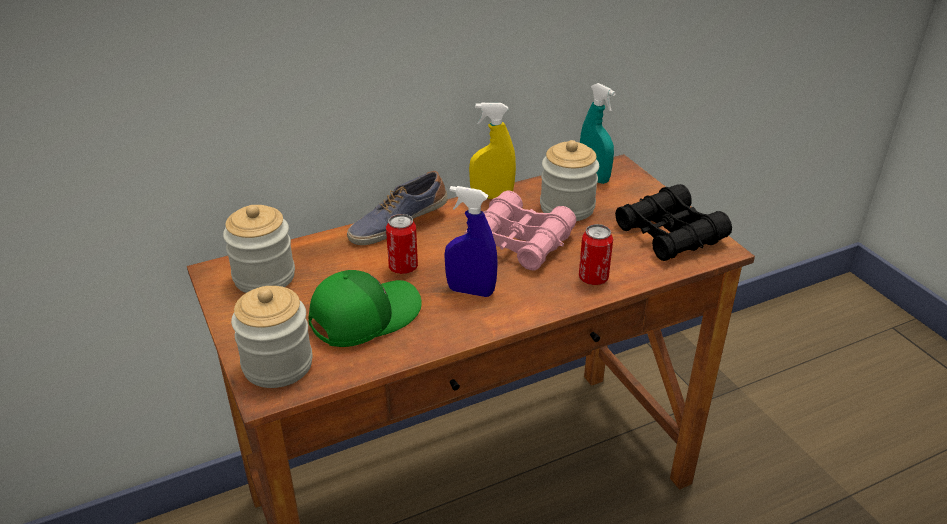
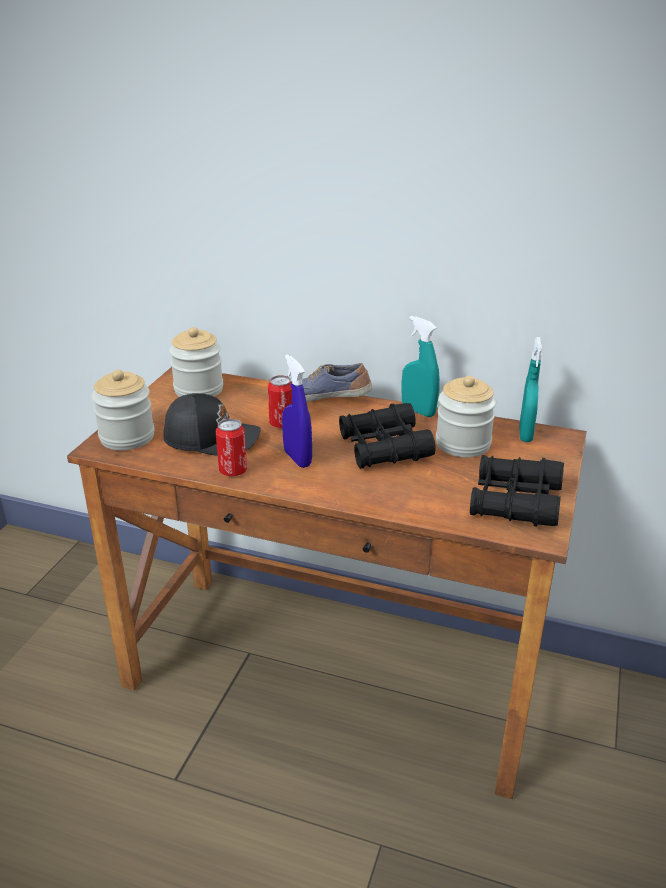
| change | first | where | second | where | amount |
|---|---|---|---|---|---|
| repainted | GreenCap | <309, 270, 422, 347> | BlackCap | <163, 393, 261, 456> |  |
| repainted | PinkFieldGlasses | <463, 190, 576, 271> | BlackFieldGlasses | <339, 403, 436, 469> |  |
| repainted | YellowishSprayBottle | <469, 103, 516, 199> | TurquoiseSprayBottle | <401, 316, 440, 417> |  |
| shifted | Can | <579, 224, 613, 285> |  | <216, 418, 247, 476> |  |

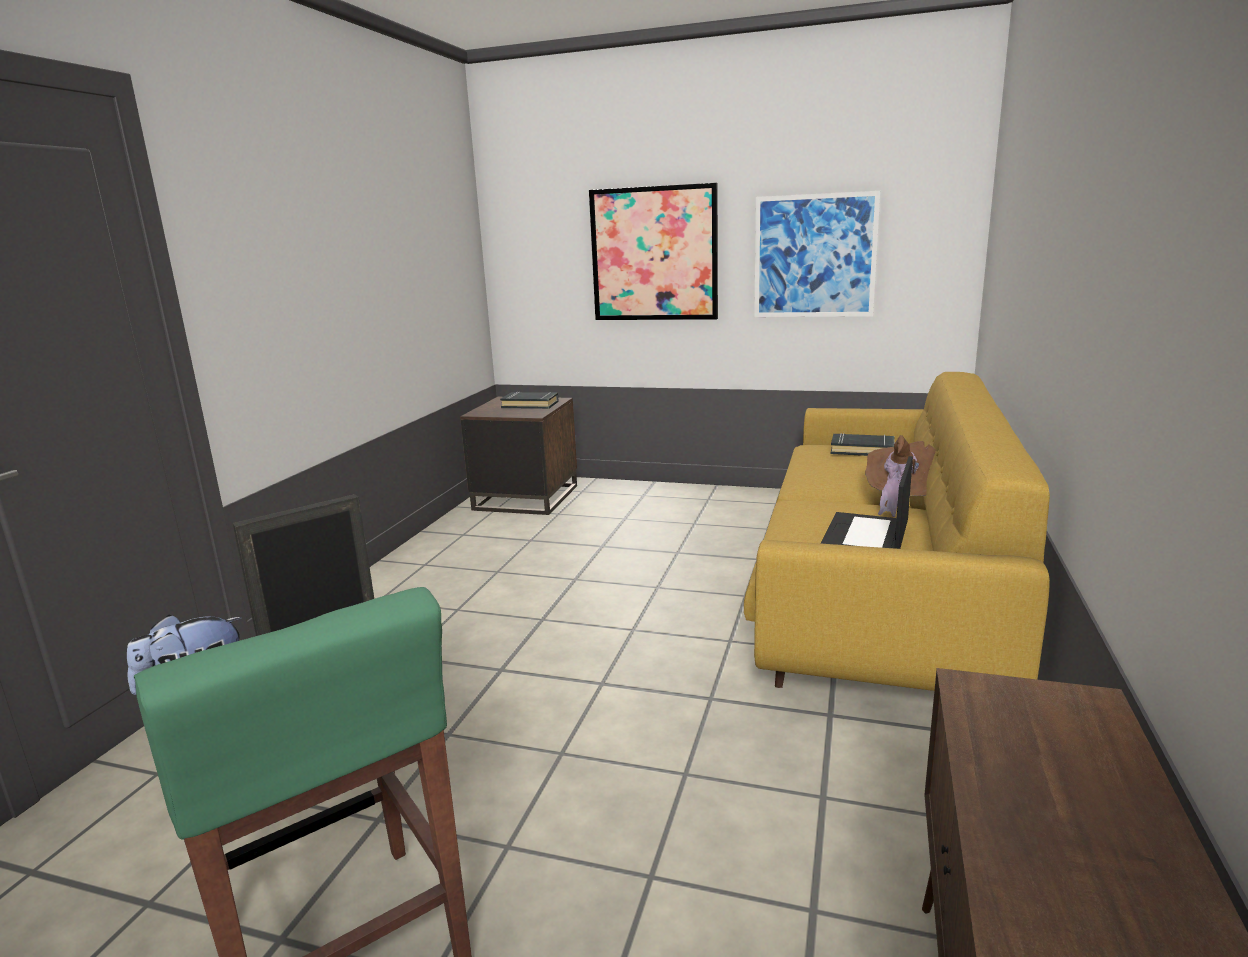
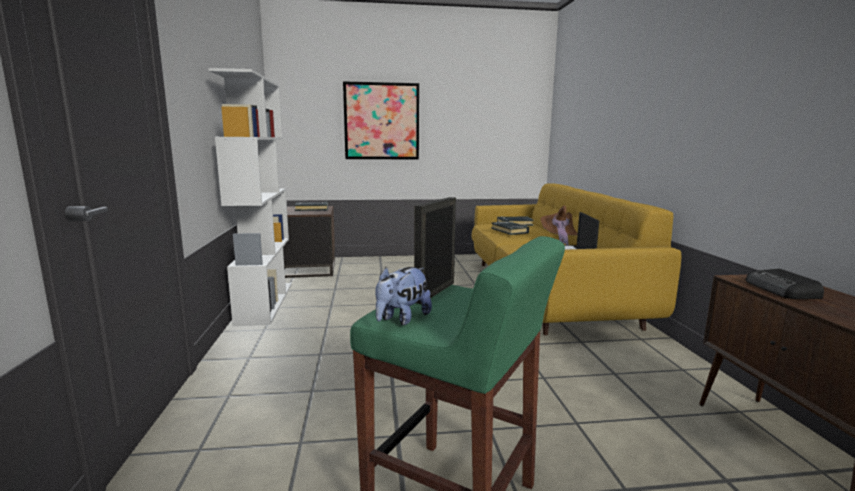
| change | first | where | second | where | amount |
|---|---|---|---|---|---|
| gone | Picture | <754, 191, 880, 317> |  |  |  |
| new |  |  | WhiteColouredBookshelf | <208, 68, 292, 326> |  |
| new |  |  | BlackBook | <491, 221, 529, 235> |  |
| new |  |  | Radio | <746, 269, 824, 299> |  |

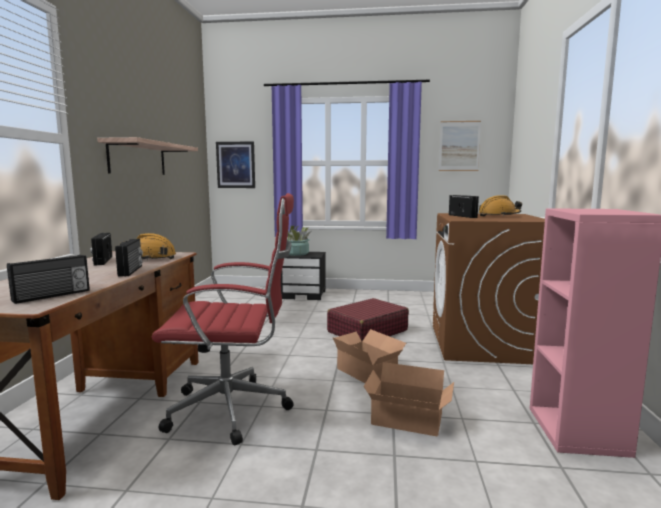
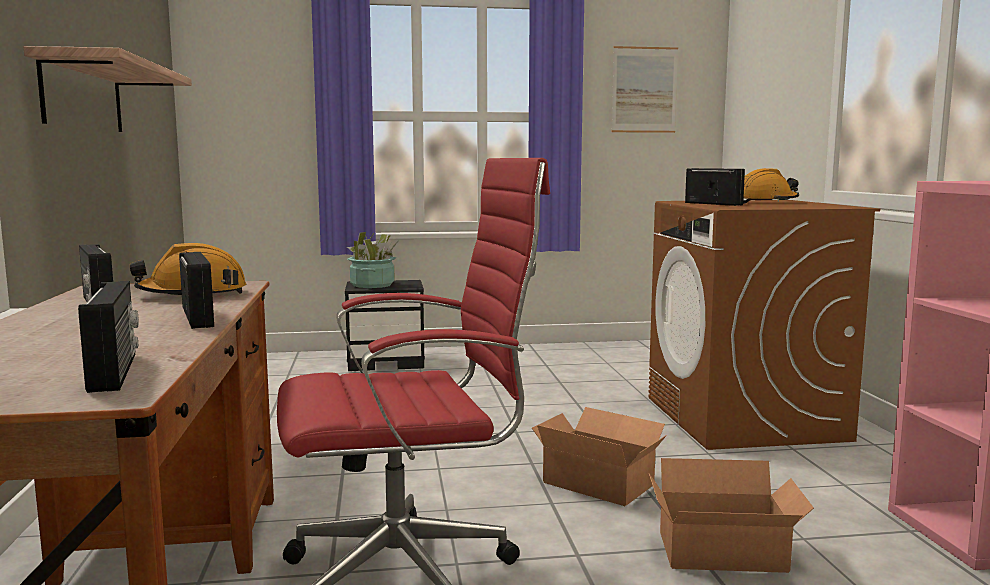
| change | first | where | second | where | amount |
|---|---|---|---|---|---|
| rotated | Radio | <7, 255, 90, 304> |  | <78, 281, 139, 393> | 45 degrees counterclockwise |
| gone | Picture | <216, 141, 255, 188> |  |  |  |
| gone | RedPieceOfLuggage | <327, 298, 409, 341> |  |  |  |

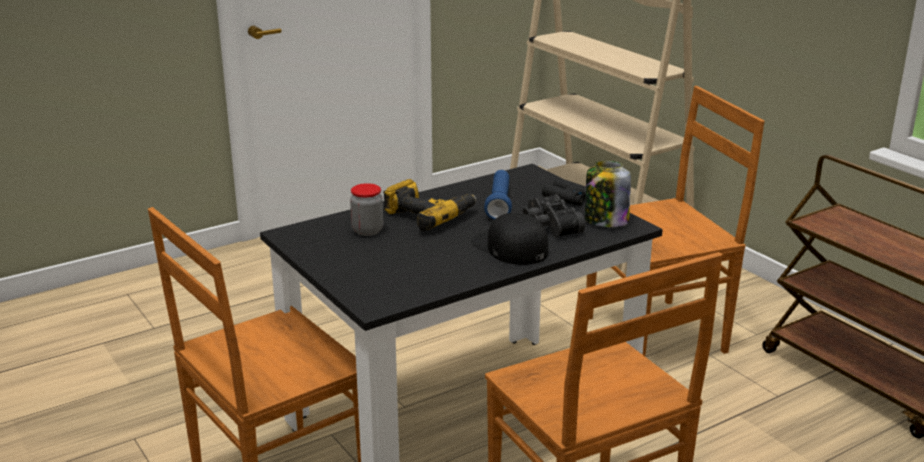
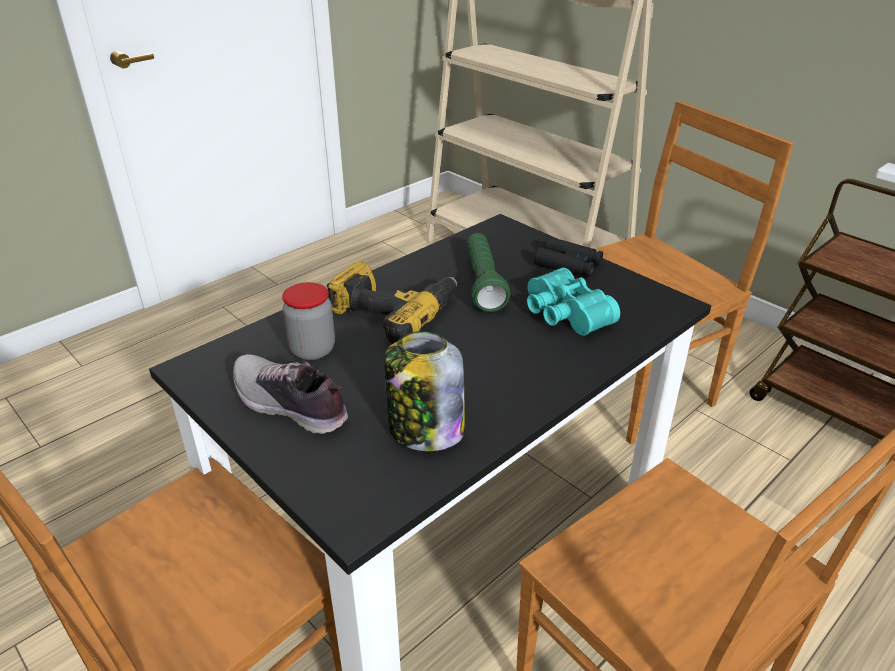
| change | first | where | second | where | amount |
|---|---|---|---|---|---|
| gone | BlackCap | <471, 213, 548, 265> |  |  |  |
| repainted | BlueColouredFlashlight | <484, 170, 512, 220> | GreenFlashlight | <467, 233, 510, 312> |  |
| repainted | BlackFieldGlasses | <522, 194, 585, 237> | TurquoiseFieldGlasses | <527, 268, 620, 336> |  |
| shifted | Jar | <585, 161, 631, 227> |  | <384, 332, 465, 451> |  |
| new |  |  | Shoe | <233, 354, 348, 434> |  |

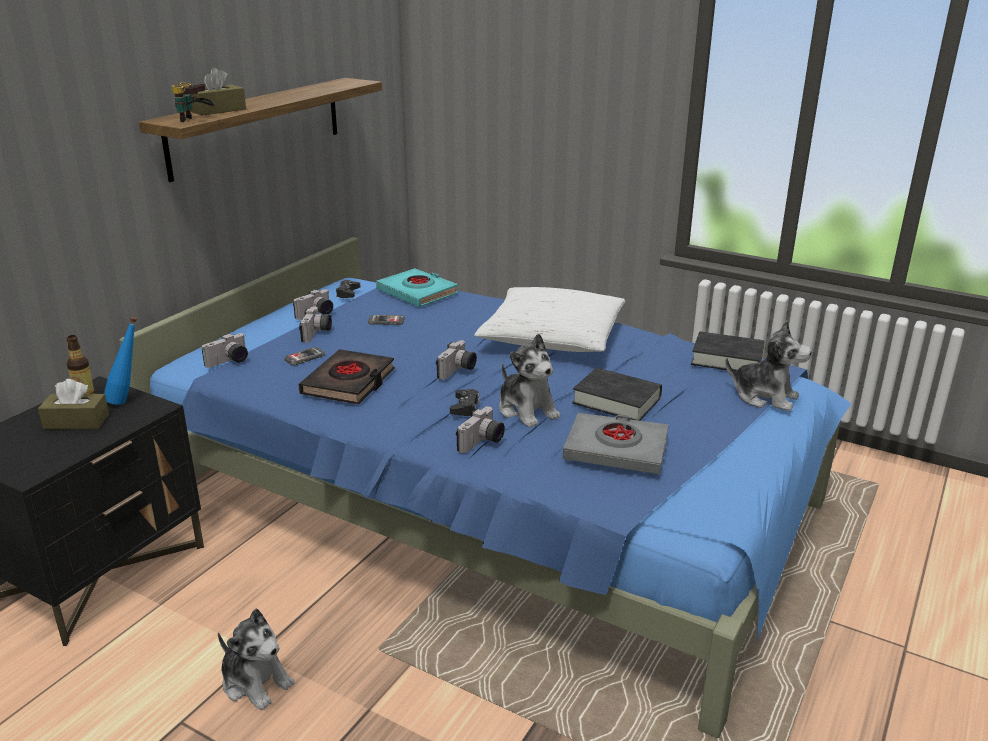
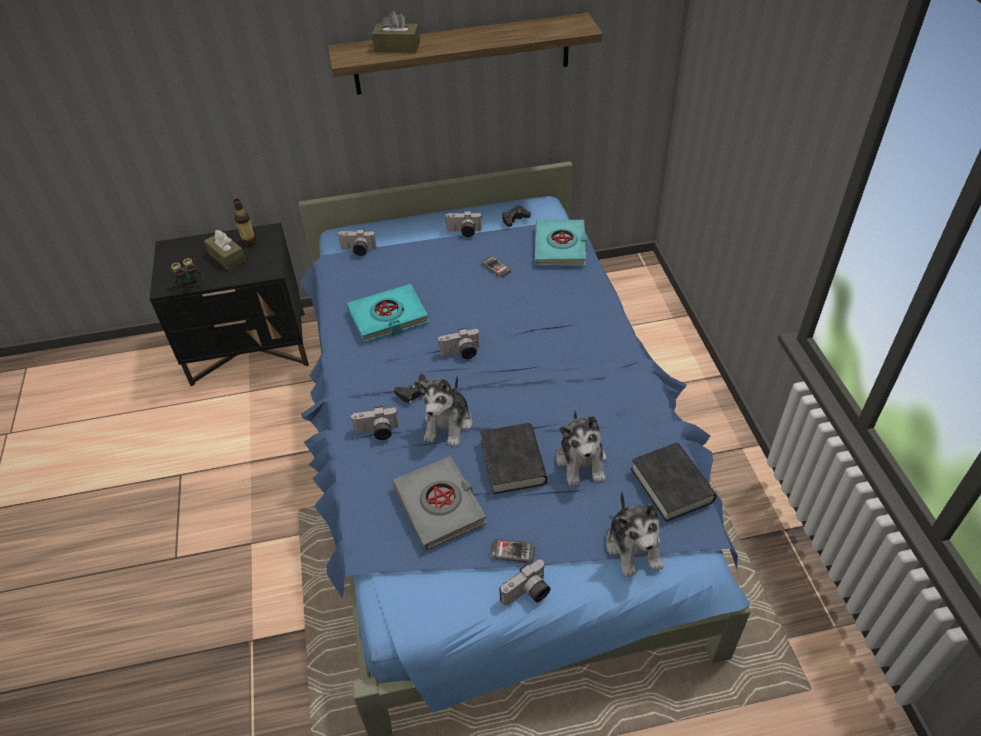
| change | first | where | second | where | amount |
|---|---|---|---|---|---|
| gone | BlueColouredBottle | <104, 317, 137, 405> |  |  |  |
| shifted | FieldGlasses | <172, 82, 215, 122> |  | <171, 258, 204, 288> |  |
| shifted | CuddlyToy | <218, 608, 295, 710> |  | <556, 410, 607, 486> |  |
| shifted | Phone | <284, 347, 325, 365> |  | <490, 539, 535, 563> |  |
| repainted | BlackBook | <298, 349, 395, 404> | TurquoiseBook | <347, 284, 429, 343> |  |
| shifted | StillCamera | <299, 306, 332, 343> |  | <499, 560, 551, 606> |  |
| gone | WhiteColouredThrowPillow | <474, 287, 625, 352> |  |  |  |

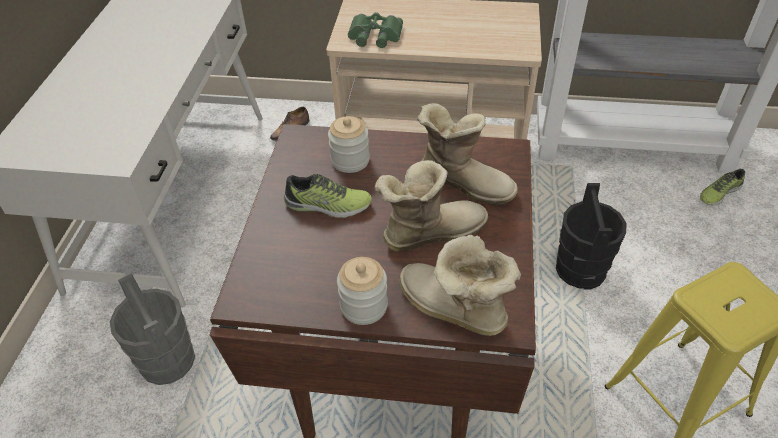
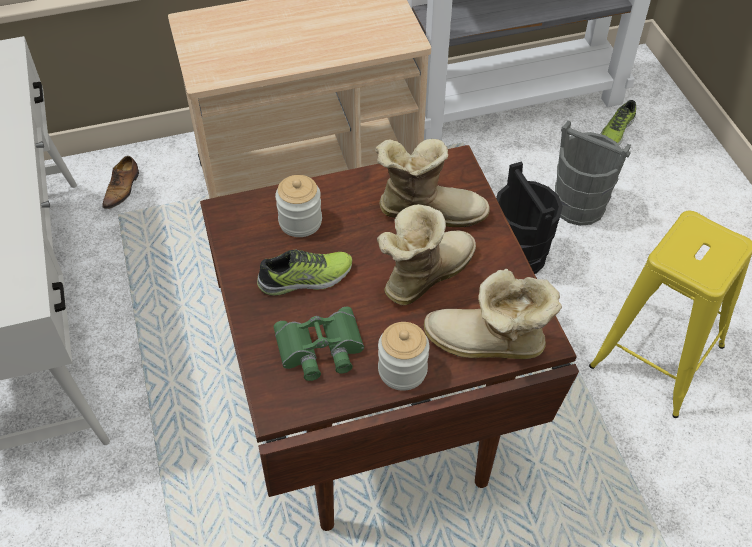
| change | first | where | second | where | amount |
|---|---|---|---|---|---|
| shifted | GreyishWaterBucket | <110, 273, 195, 385> |  | <555, 120, 631, 226> |  |
| shifted | GreenFieldGlasses | <348, 12, 403, 48> |  | <274, 307, 364, 381> |  |

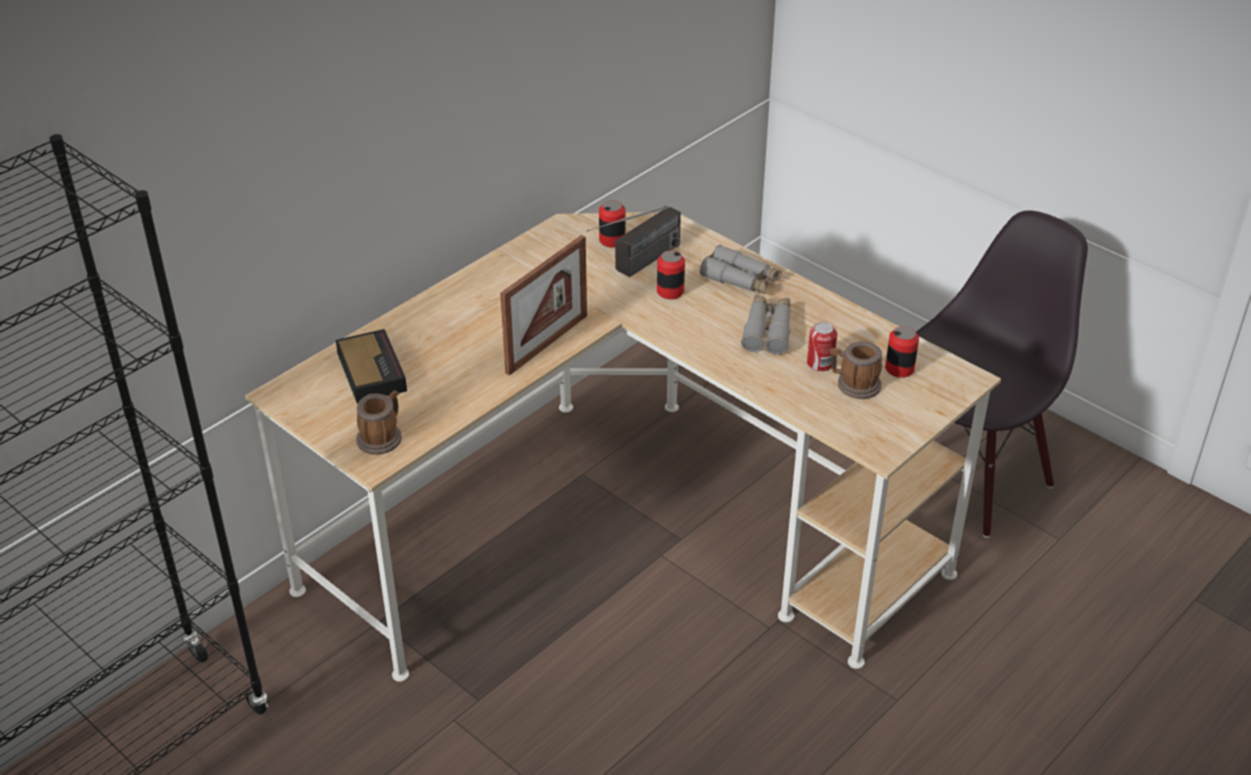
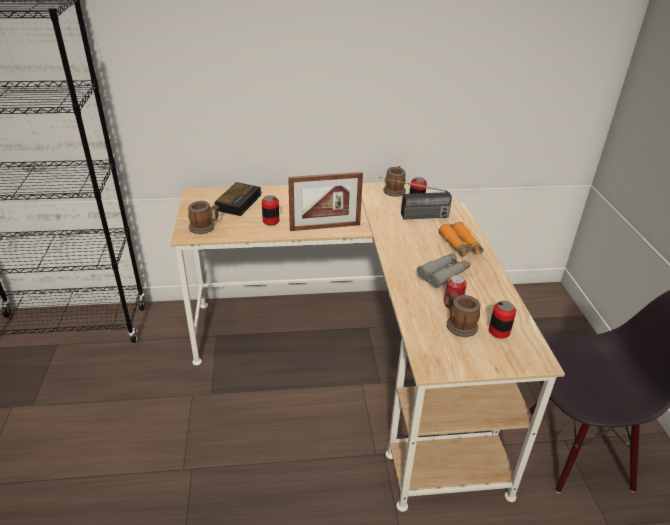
| change | first | where | second | where | amount |
|---|---|---|---|---|---|
| shifted | Can | <657, 250, 685, 299> |  | <262, 195, 279, 225> |  |
| repainted | GreyishFieldGlasses | <700, 245, 782, 294> | OrangeyFieldGlasses | <439, 222, 483, 256> |  |
| new |  |  | CoffeeMug | <383, 166, 406, 196> |  |

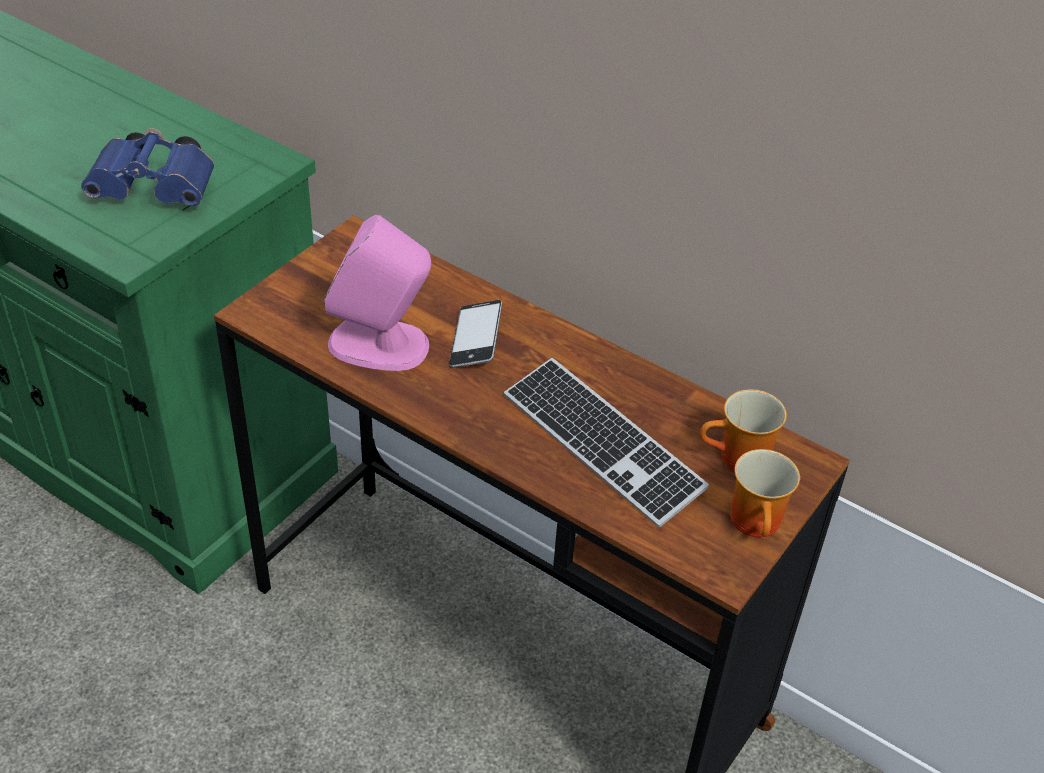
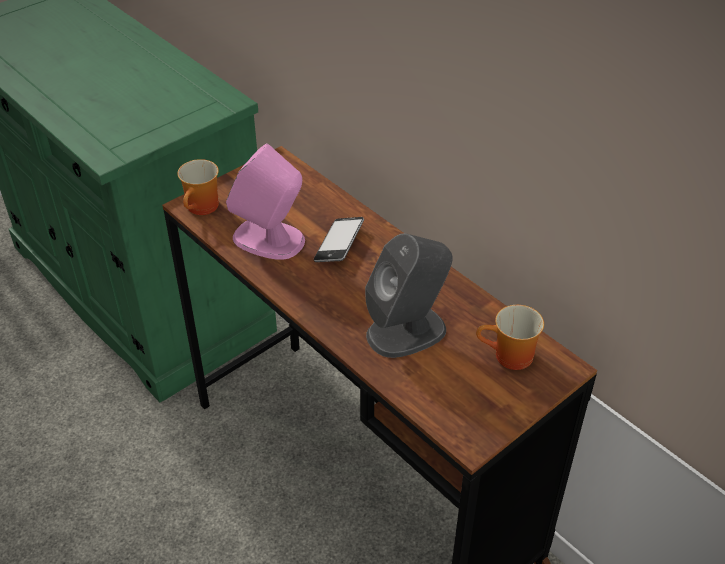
| change | first | where | second | where | amount |
|---|---|---|---|---|---|
| gone | BlueColouredFieldGlasses | <81, 128, 214, 206> |  |  |  |
| swapped | ComputerKeyboard | <504, 358, 709, 527> | GreyishSpeaker | <365, 233, 453, 358> |  |
| shifted | CoffeeMug | <730, 449, 800, 537> |  | <177, 159, 219, 215> |  |

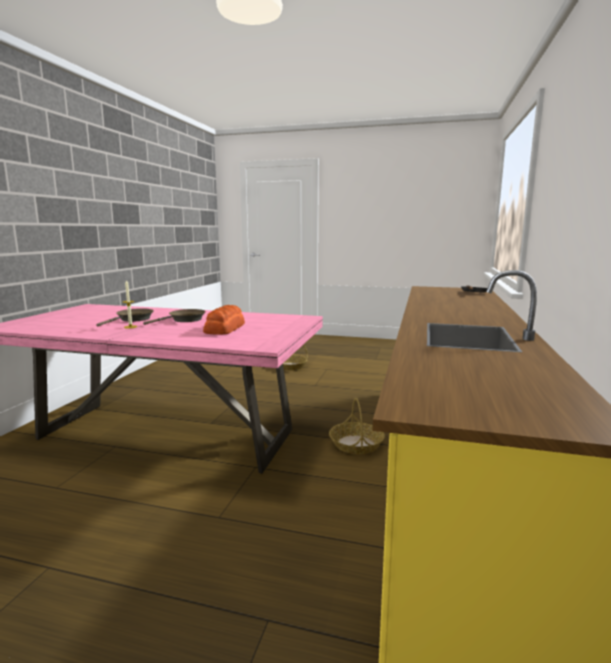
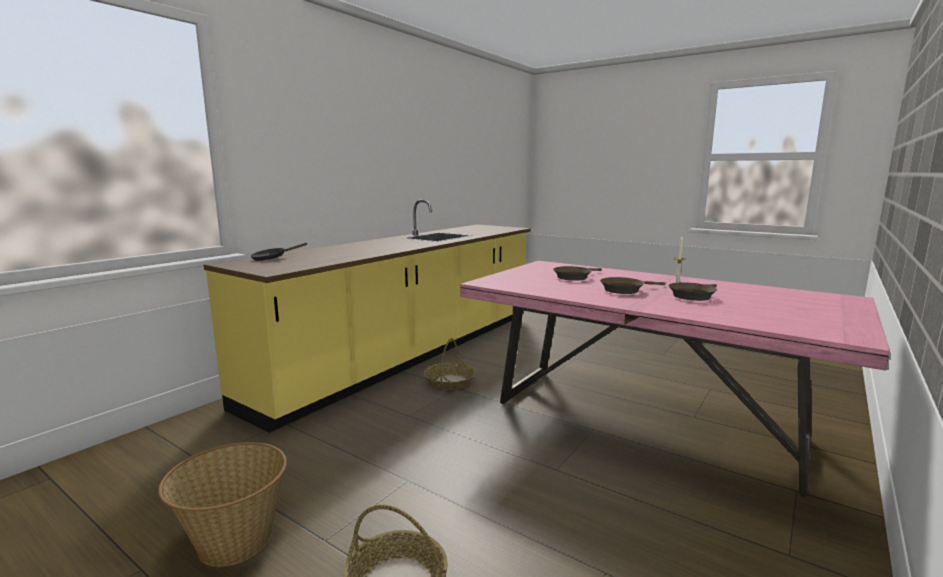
| change | first | where | second | where | amount |
|---|---|---|---|---|---|
| swapped | BakedBread | <203, 305, 245, 335> | BrownPan | <553, 266, 602, 281> |  |
| new |  |  | StorageBasket | <158, 442, 287, 567> |  |

